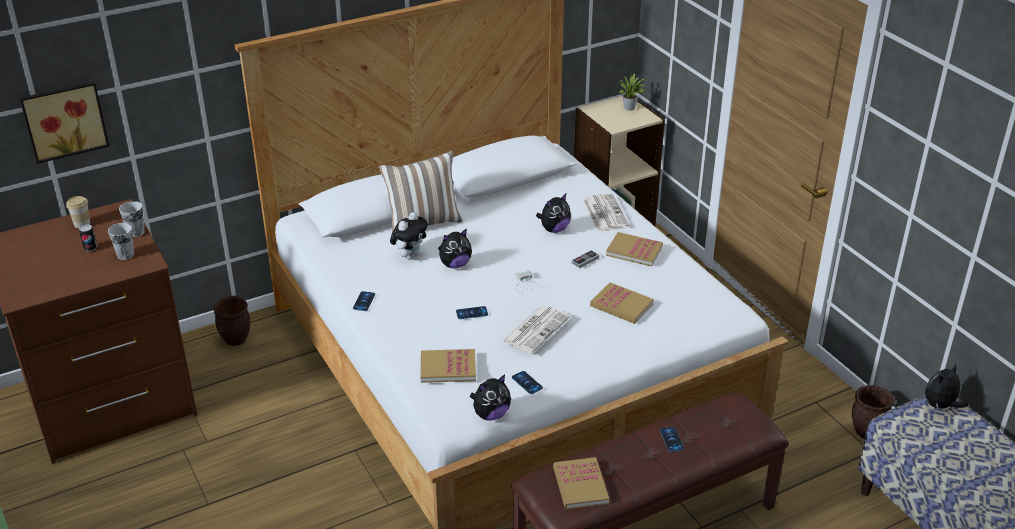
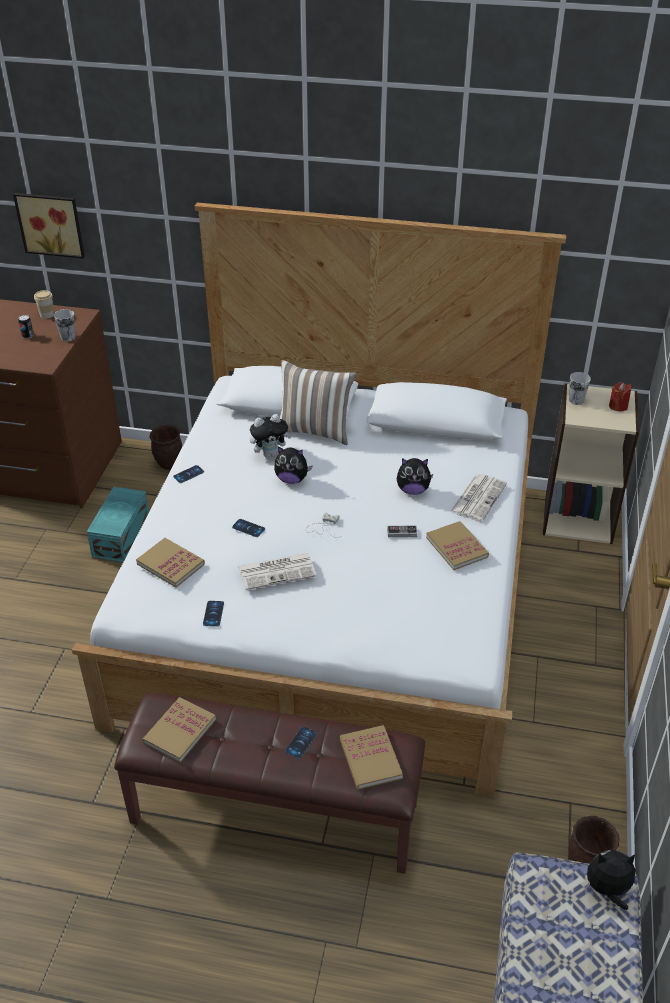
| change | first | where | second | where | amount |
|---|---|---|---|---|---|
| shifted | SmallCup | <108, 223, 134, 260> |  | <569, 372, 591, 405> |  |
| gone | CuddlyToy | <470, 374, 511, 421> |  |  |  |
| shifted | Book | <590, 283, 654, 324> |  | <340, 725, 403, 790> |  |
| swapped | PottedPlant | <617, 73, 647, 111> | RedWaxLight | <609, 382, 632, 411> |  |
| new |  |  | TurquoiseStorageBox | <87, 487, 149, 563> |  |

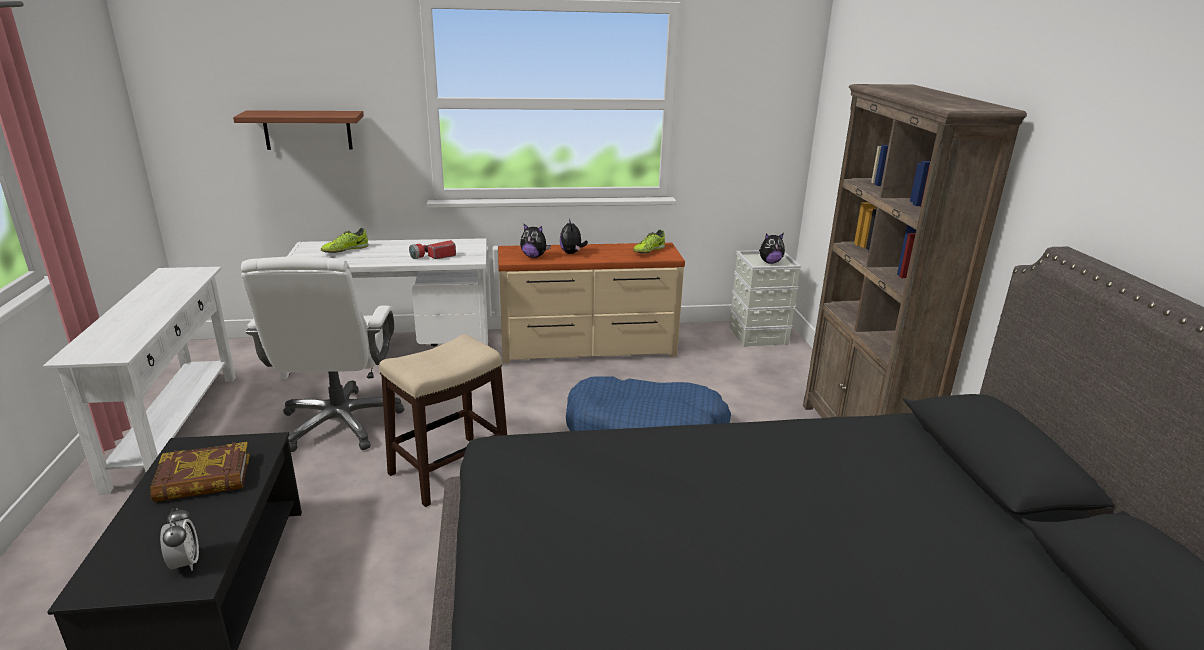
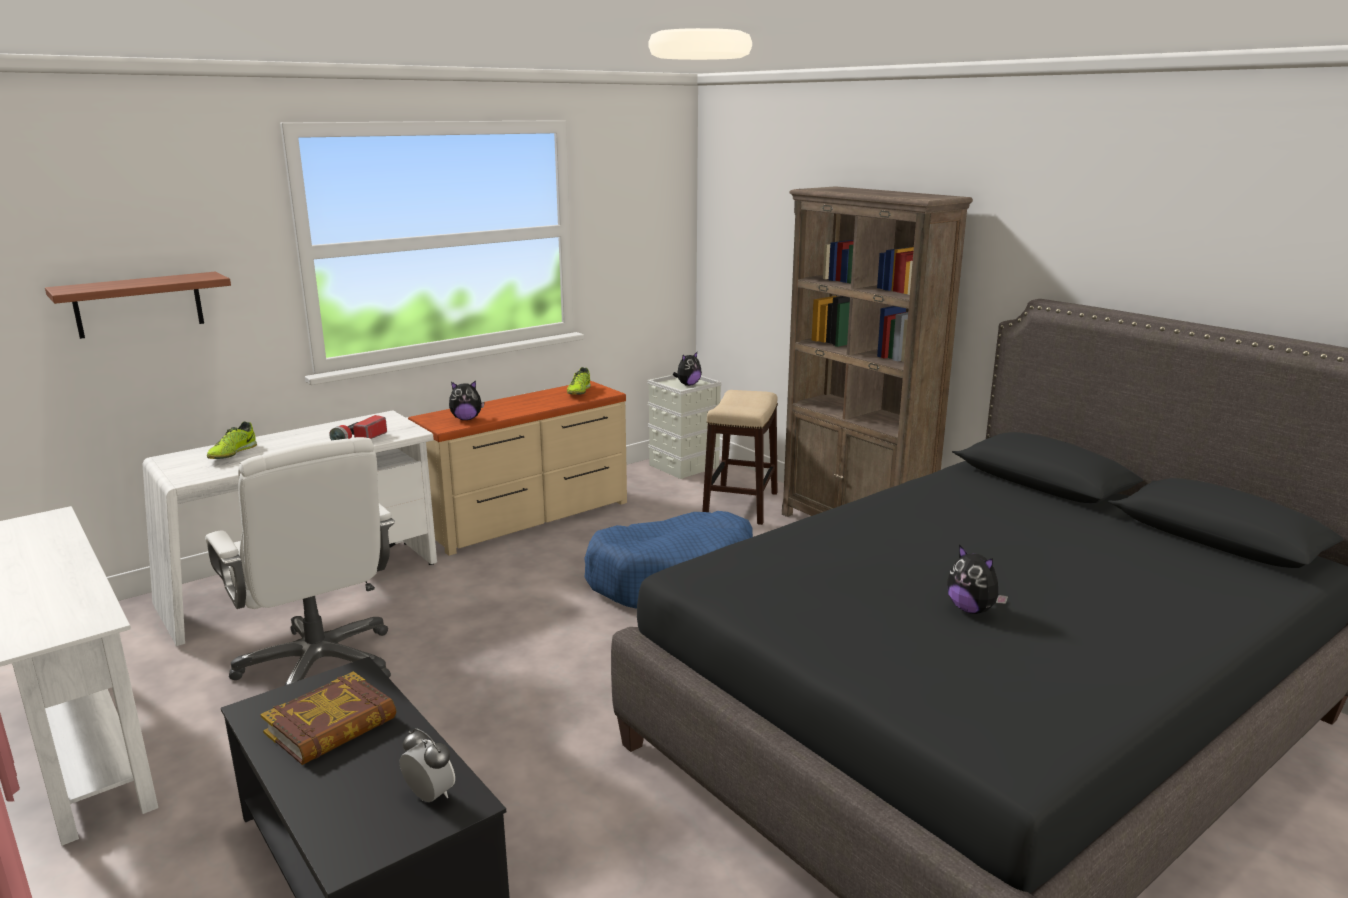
| change | first | where | second | where | amount |
|---|---|---|---|---|---|
| shifted | Stool | <379, 334, 507, 507> |  | <702, 390, 778, 525> |  |
| shifted | CuddlyToy | <560, 219, 588, 254> |  | <947, 545, 1008, 614> |  |

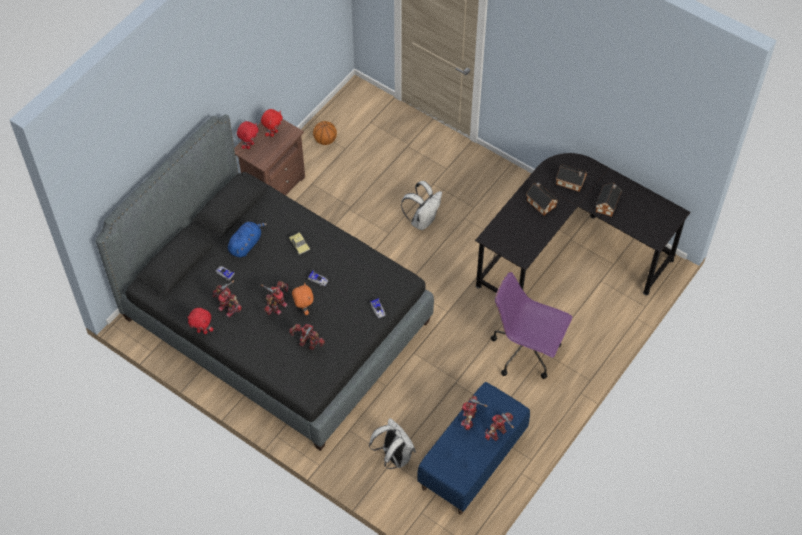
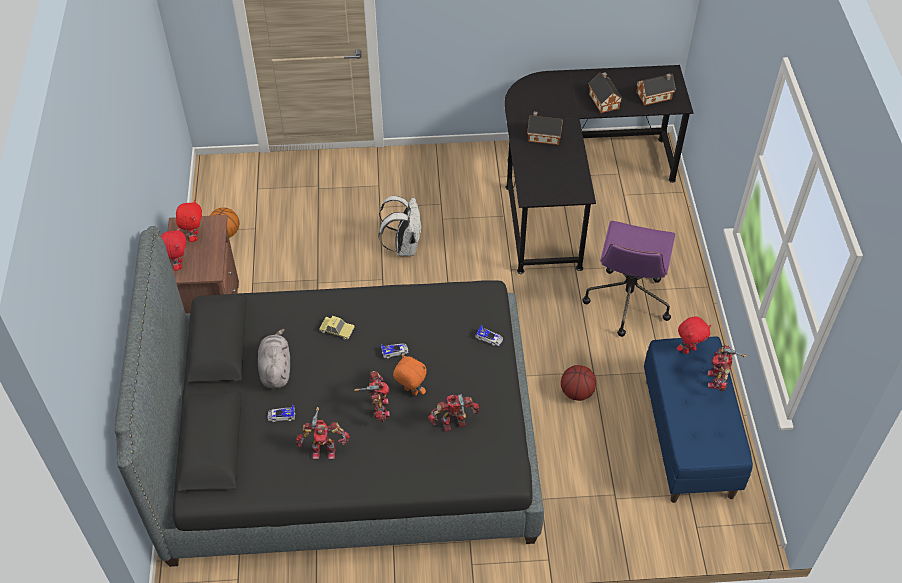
| change | first | where | second | where | amount |
|---|---|---|---|---|---|
| shifted | RedCuddlyToy | <187, 308, 213, 334> |  | <677, 316, 711, 354> |  |
| repainted | BlueColouredCuddlyToy | <228, 222, 267, 257> | GreyishCuddlyToy | <258, 329, 290, 388> |  |
| gone | WhiteColouredKnapsack | <369, 418, 416, 469> |  |  |  |
| gone | ToyRobot | <461, 395, 487, 430> |  |  |  |
| rotated | PurplishOfficeChair | <491, 272, 572, 379> |  | <582, 221, 675, 337> | 60 degrees counterclockwise |
| shifted | MiniatureHouse | <556, 164, 587, 192> |  | <636, 74, 676, 106> |  |
| new |  |  | Basketball | <561, 365, 596, 401> |  |

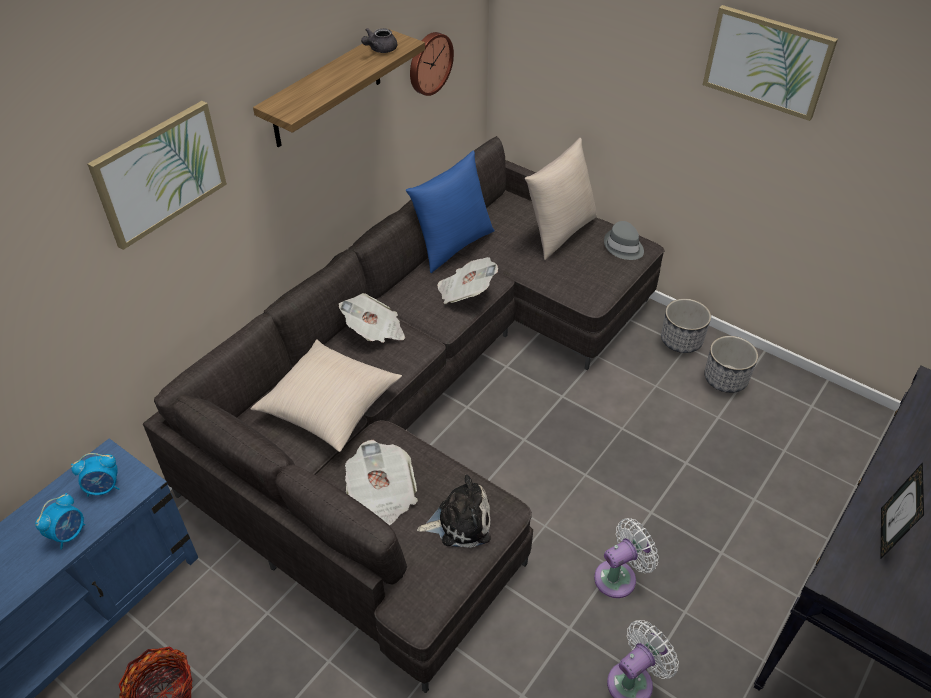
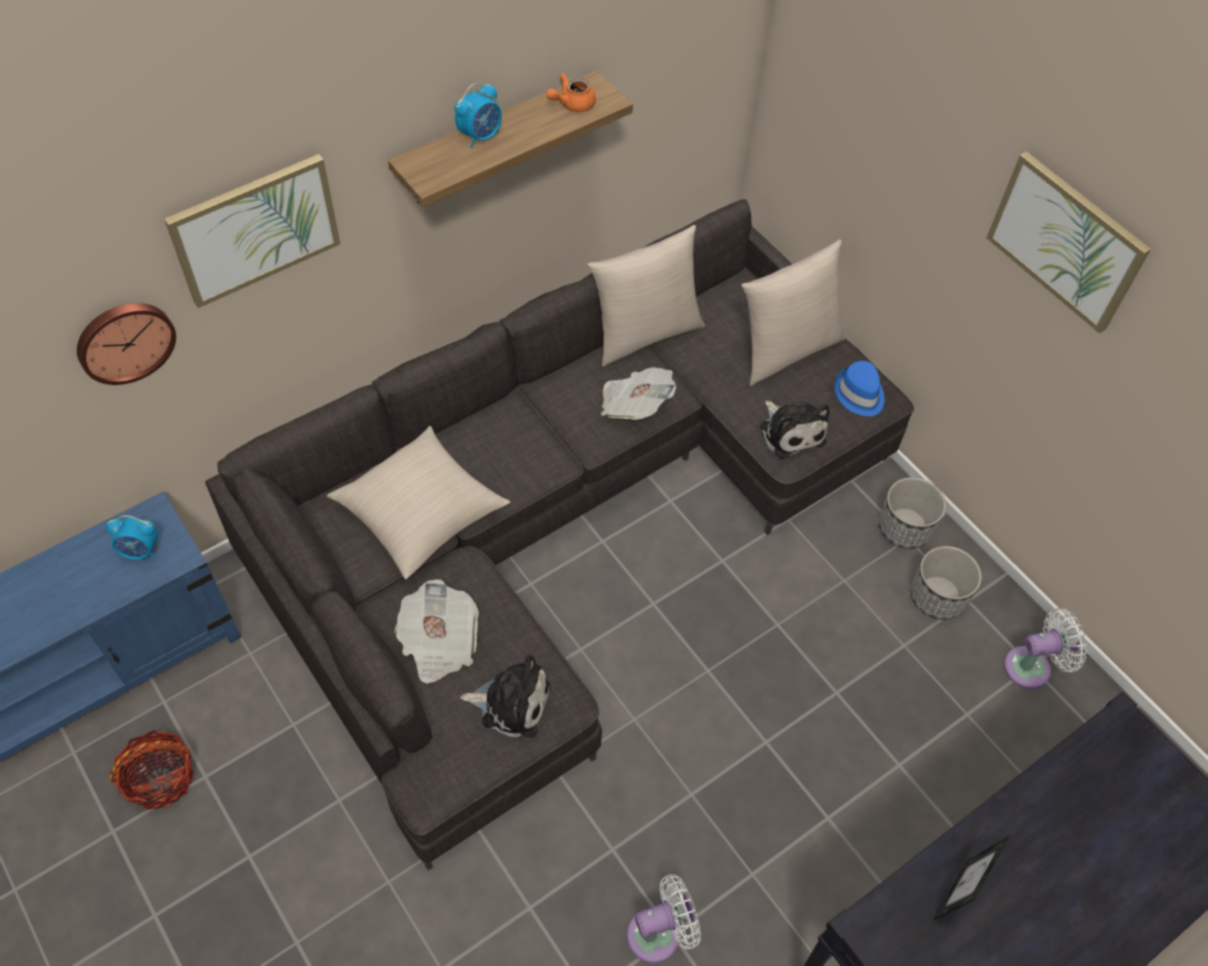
| change | first | where | second | where | amount |
|---|---|---|---|---|---|
| shifted | BedsideClock | <35, 493, 85, 550> |  | <455, 83, 502, 148> |  |
| gone | PrintedPaper | <339, 293, 405, 343> |  |  |  |
| repainted | GreyishPotForTea | <361, 28, 397, 53> | OrangeyPotForTea | <546, 73, 596, 112> |  |
| repainted | BlueColouredThrowPillow | <406, 151, 495, 273> | BeigeColouredThrowPillow | <587, 225, 705, 367> |  |
| shifted | HangingClock | <410, 32, 454, 96> |  | <77, 303, 176, 385> |  |
| shifted | WhiteColouredElectricFan | <594, 518, 659, 598> |  | <1004, 608, 1087, 689> |  |
| repainted | GreyishWearableHat | <604, 221, 644, 260> | BlueColouredWearableHat | <834, 361, 884, 416> |  |
| new |  |  | CuddlyToy | <760, 400, 829, 459> |  |

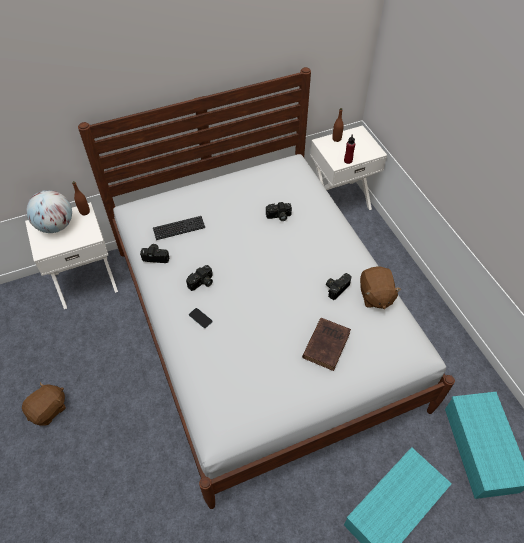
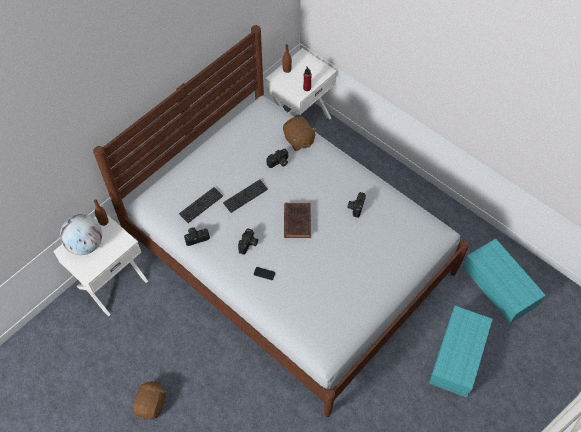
| change | first | where | second | where | amount |
|---|---|---|---|---|---|
| shifted | BrownBook | <302, 318, 351, 371> |  | <284, 203, 311, 238> |  |
| shifted | BrownCuddlyToy | <360, 267, 402, 309> |  | <283, 116, 317, 151> |  |
| new |  |  | ComputerKeyboard | <223, 179, 268, 213> |  |

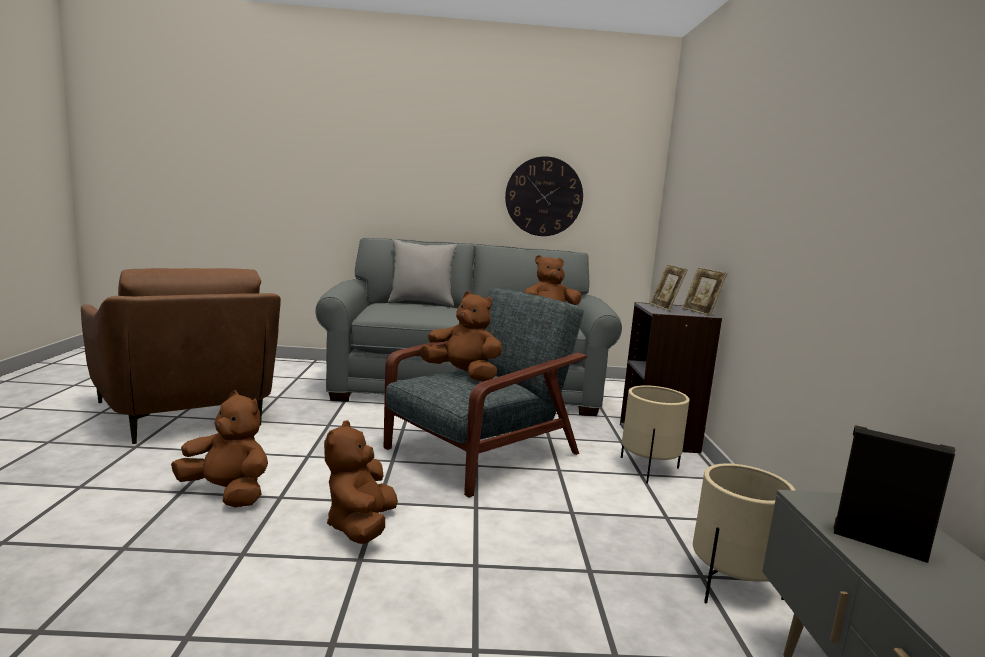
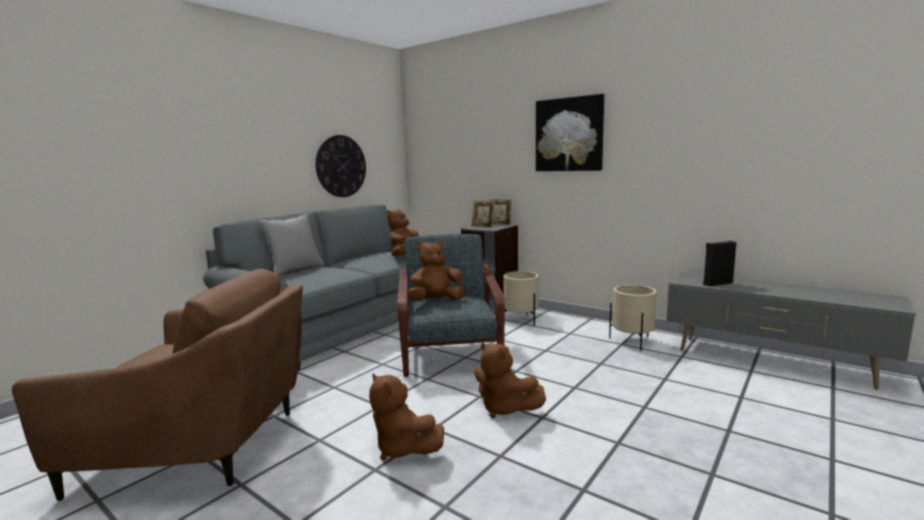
| change | first | where | second | where | amount |
|---|---|---|---|---|---|
| rotated | BrownCuddlyToy | <171, 391, 268, 507> |  | <369, 373, 444, 460> | 105 degrees counterclockwise |
| new |  |  | Picture | <536, 94, 604, 171> |  |

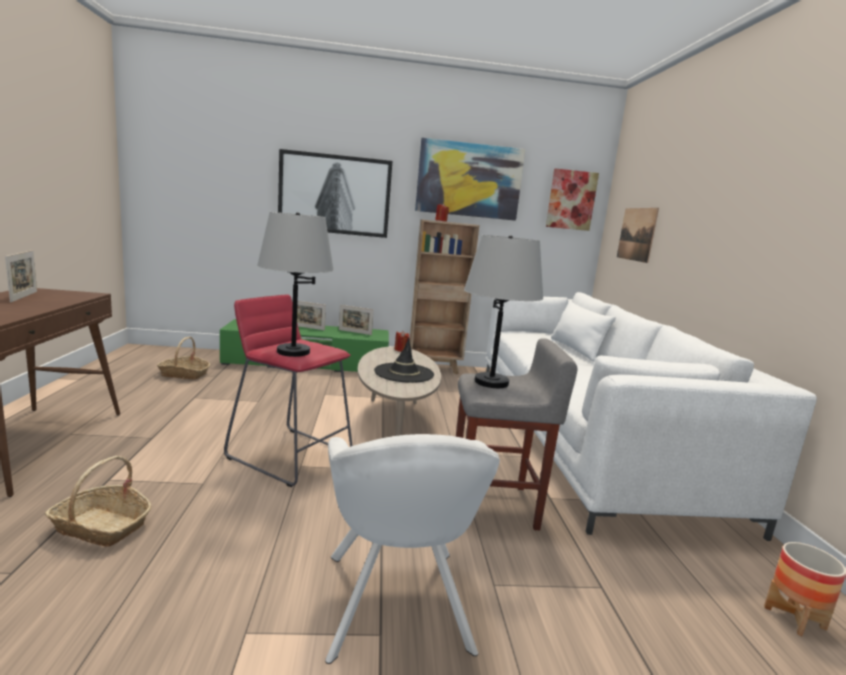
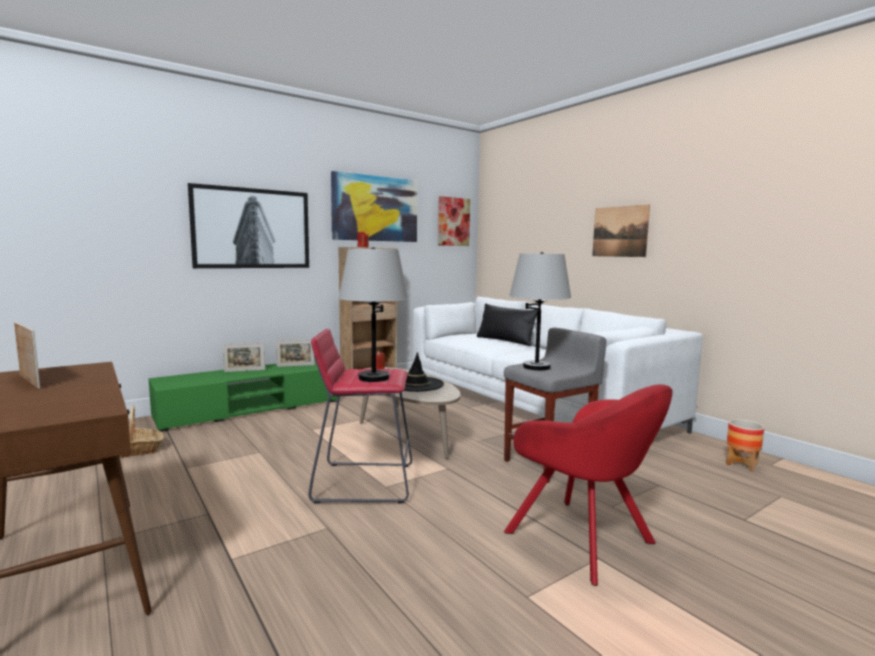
| change | first | where | second | where | amount |
|---|---|---|---|---|---|
| gone | StorageBasket | <45, 456, 151, 547> |  |  |  |
| repainted | WhiteColouredLoungeChair | <325, 434, 500, 664> | RedLoungeChair | <504, 384, 672, 586> |  |
| repainted | WhiteColouredThrowPillow | <551, 301, 616, 361> | BlackThrowPillow | <477, 303, 537, 346> |  |
| shifted | Picture | <617, 208, 659, 263> |  | <592, 204, 650, 257> |  |

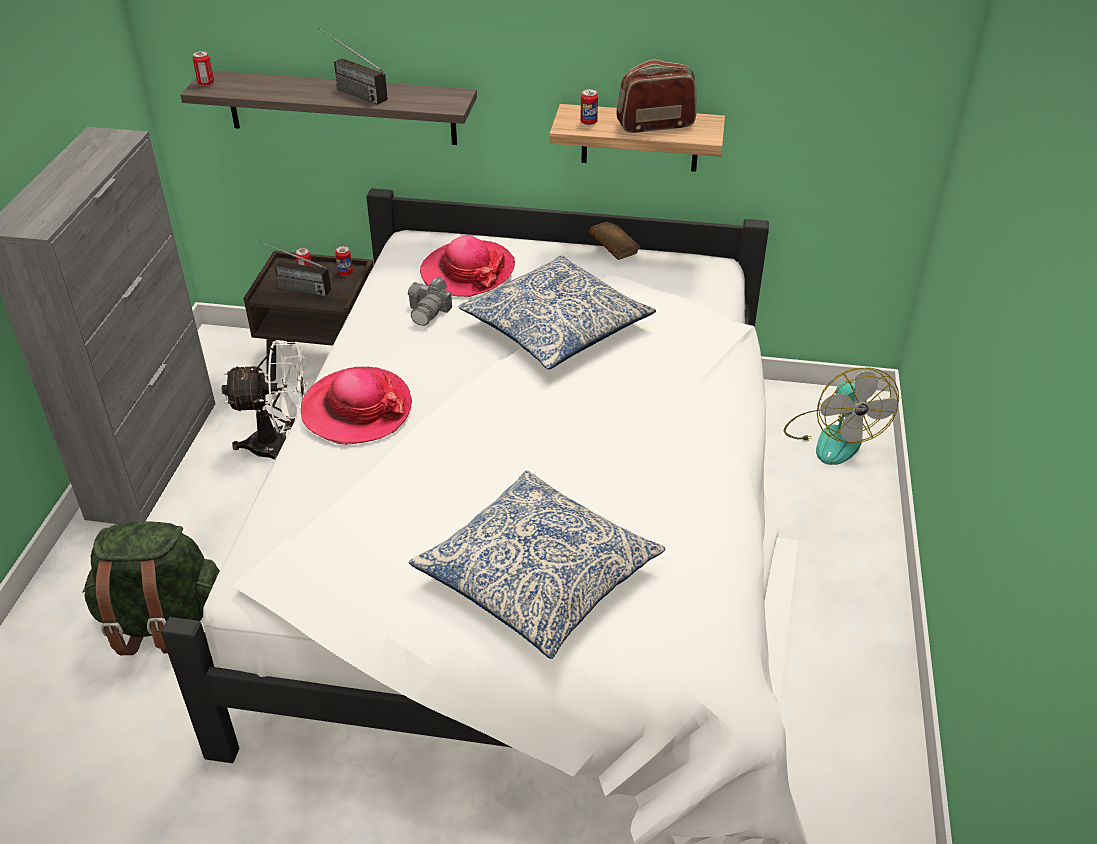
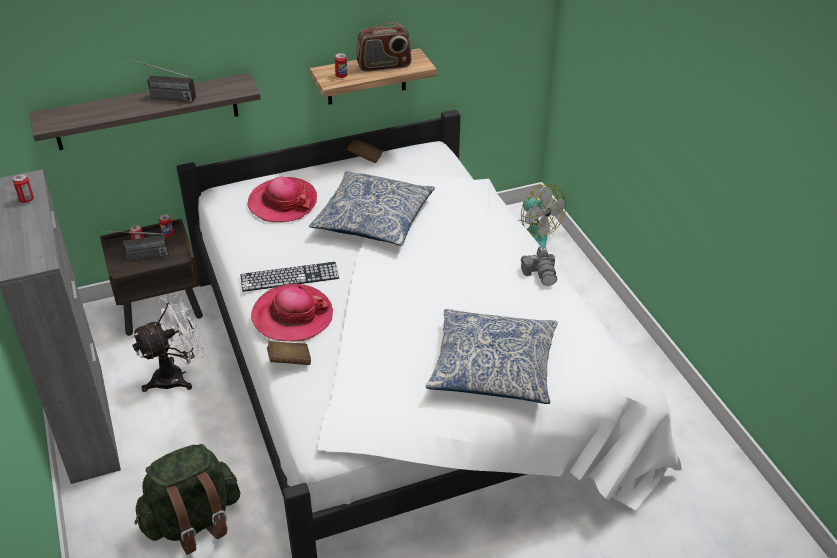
| change | first | where | second | where | amount |
|---|---|---|---|---|---|
| shifted | Can | <192, 51, 214, 86> |  | <13, 174, 34, 203> |  |
| shifted | StillCamera | <408, 277, 452, 326> |  | <521, 246, 557, 286> |  |
| rotated | Radio | <616, 59, 697, 133> |  | <356, 22, 411, 72> | 150 degrees counterclockwise |
| new |  |  | ComputerKeyboard | <240, 262, 339, 292> |  |
| new |  |  | BrownBook | <267, 341, 311, 365> |  |

